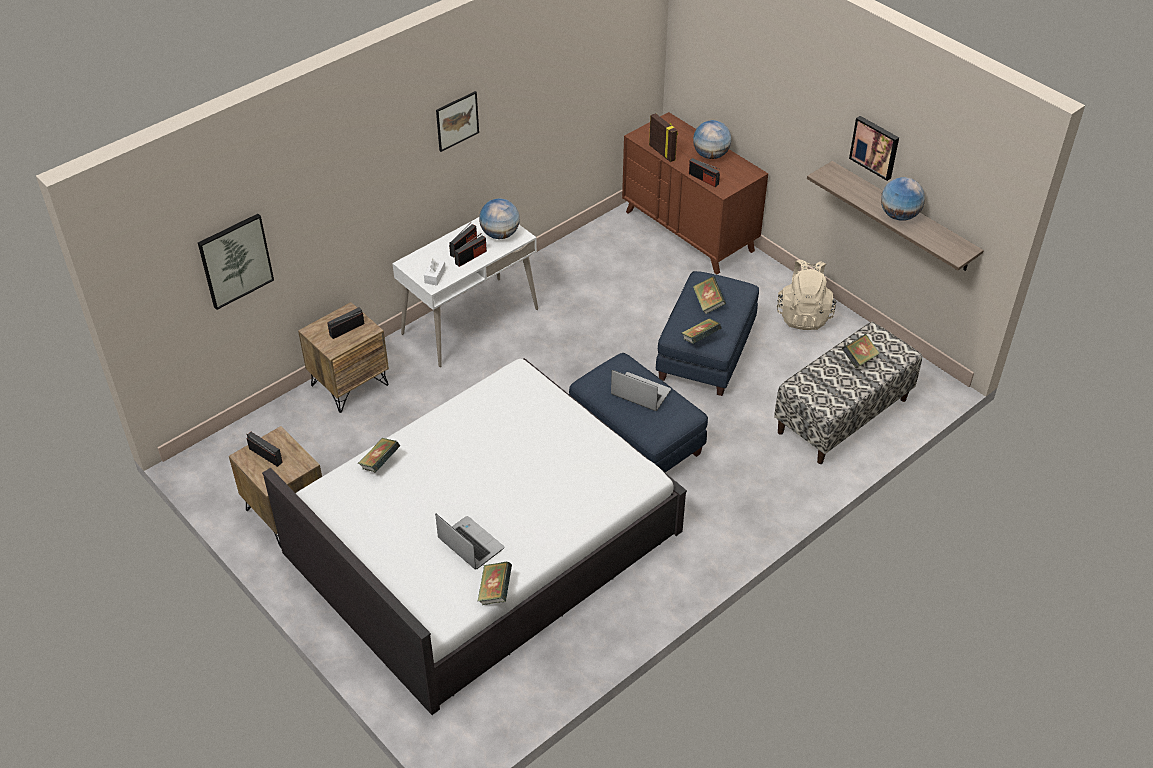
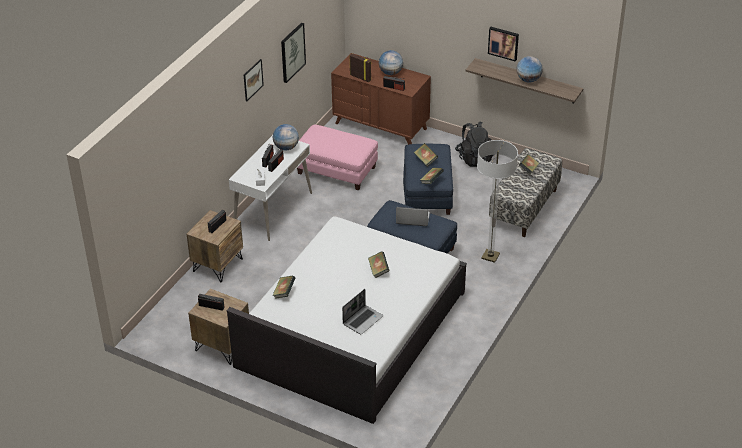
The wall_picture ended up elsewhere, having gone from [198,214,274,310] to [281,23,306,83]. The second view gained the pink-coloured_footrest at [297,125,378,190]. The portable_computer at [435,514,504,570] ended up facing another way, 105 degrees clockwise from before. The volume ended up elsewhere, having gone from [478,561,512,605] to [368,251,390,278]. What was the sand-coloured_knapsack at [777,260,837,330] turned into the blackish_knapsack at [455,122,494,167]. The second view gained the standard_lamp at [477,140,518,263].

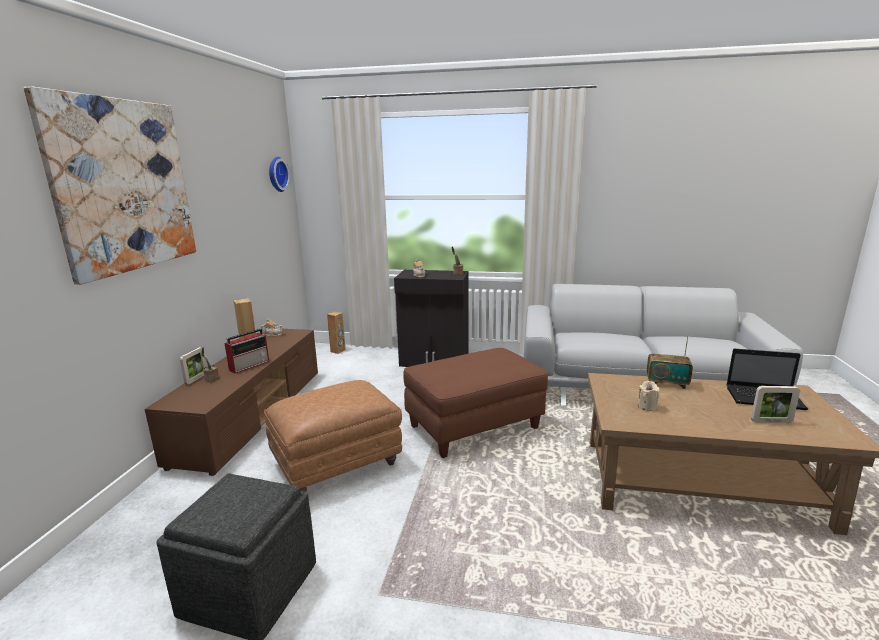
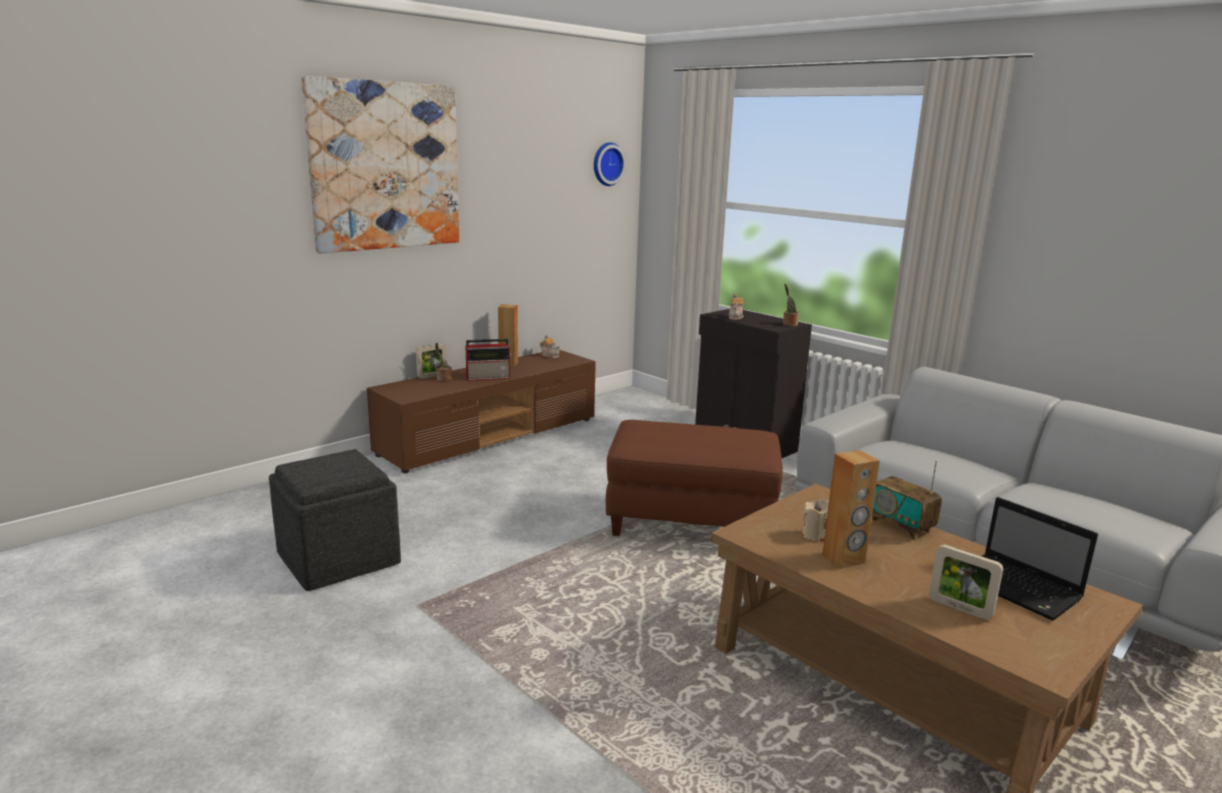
The brownish_speaker ended up elsewhere, having gone from [327,312,346,354] to [822,450,880,569]. The second view lost the brownish_footrest at [264,380,402,492].

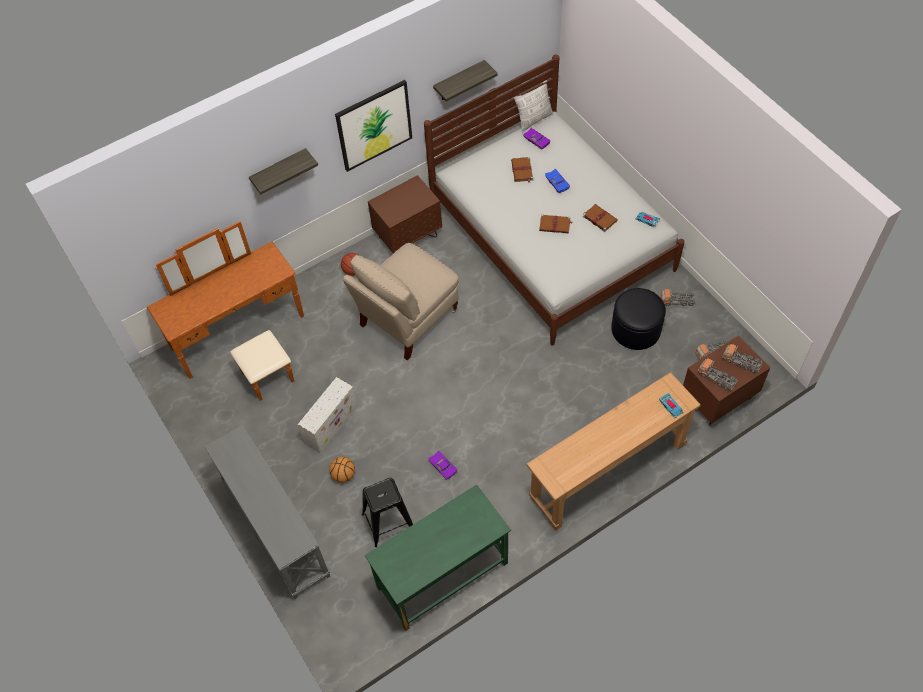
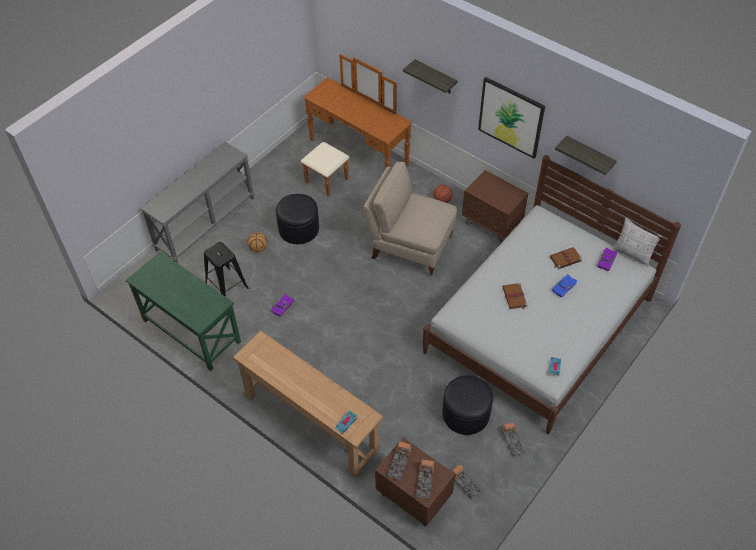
Where the white_storage_container stood at [298,377,358,453], the blackish_footrest came to stand at [276,194,319,244]. The second view lost the brownish_volume at [583,204,618,232].

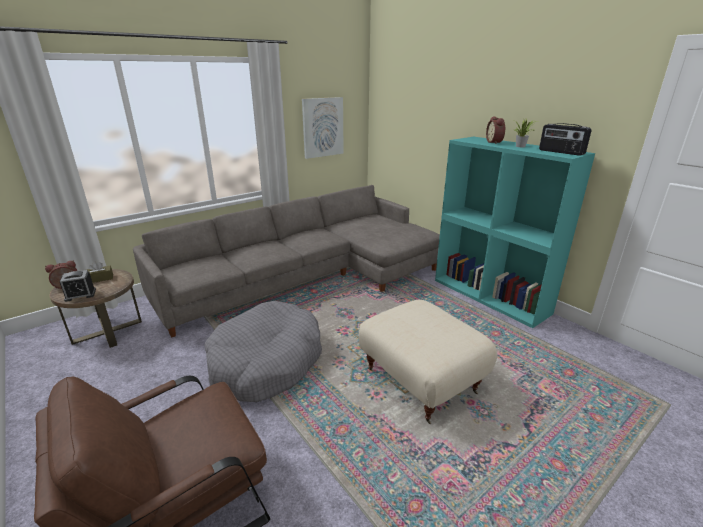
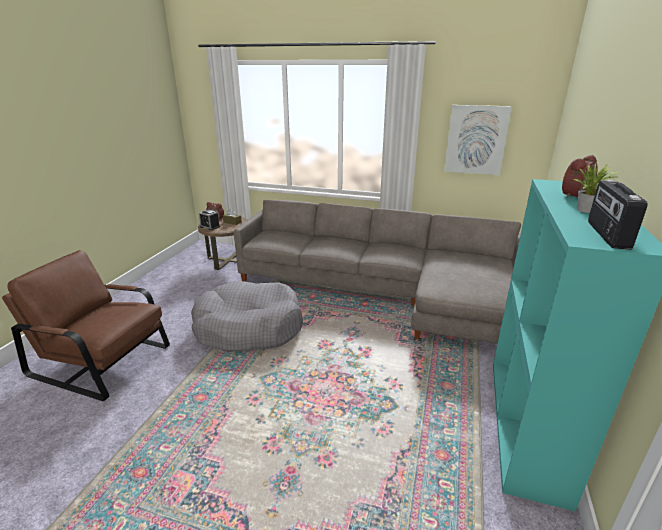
The second view lost the sand-coloured_footrest at [359,300,497,424].

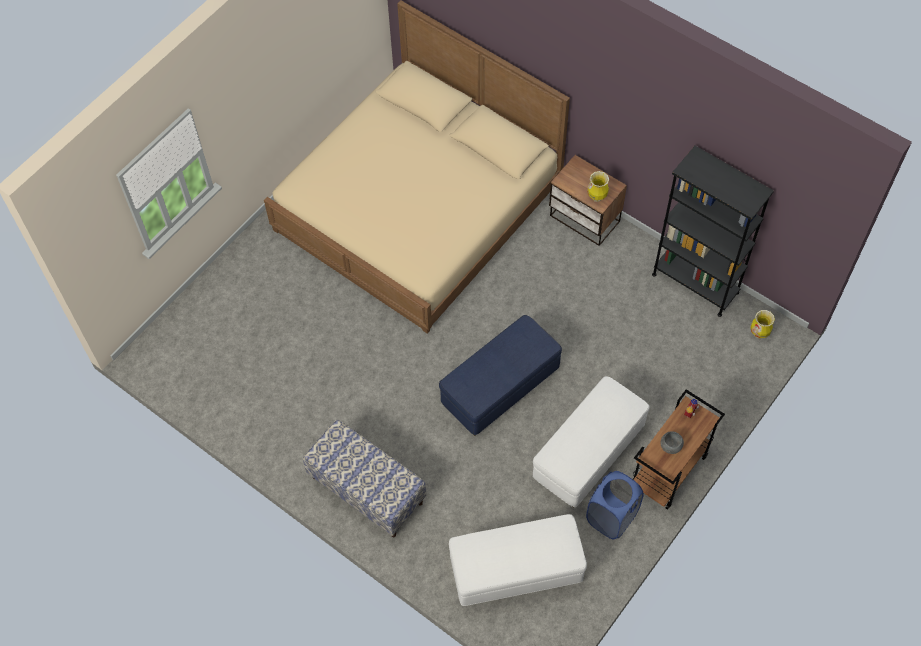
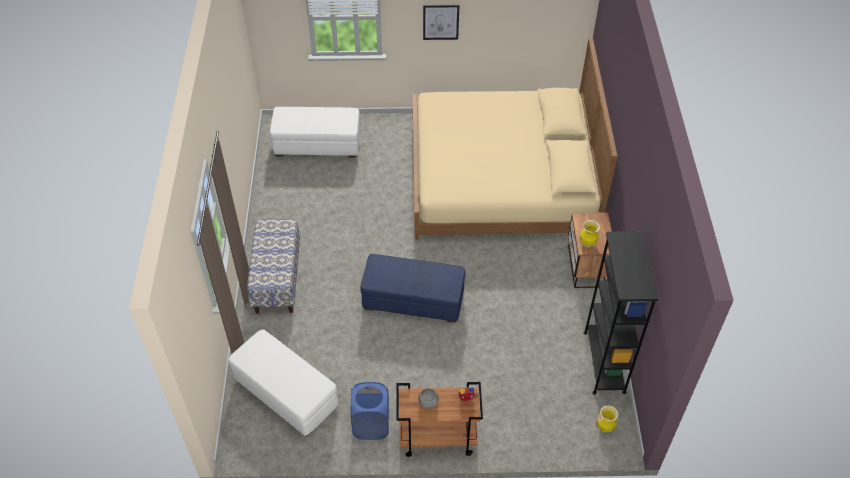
The white_footrest ended up elsewhere, having gone from [533,376,650,508] to [270,107,360,158]. The second view gained the wall_picture at [423,4,459,40].

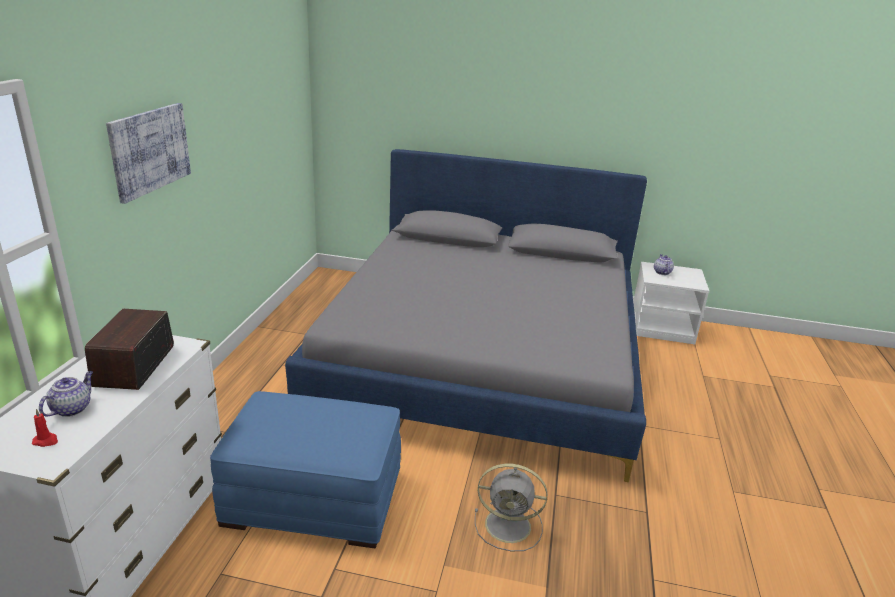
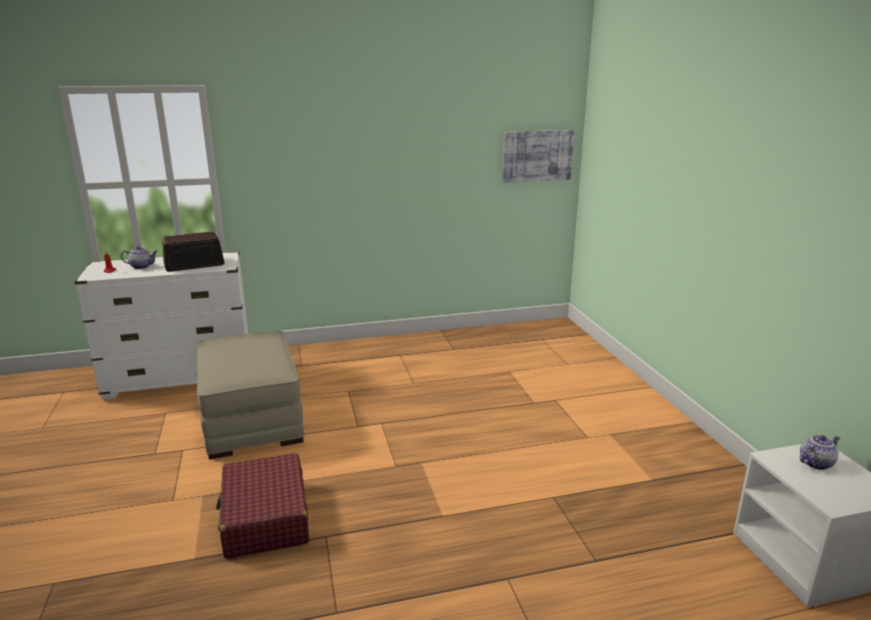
What was the blue-coloured_footrest at [210,391,401,549] turned into the sand-coloured_footrest at [196,331,304,460]. Where the greyish_fan stood at [475,464,547,551], the red-coloured_piece_of_luggage came to stand at [216,453,309,559]. The wall_picture ended up elsewhere, having gone from [106,103,191,204] to [502,130,575,183]. The second view lost the greyish_bedroom_bed at [285,149,647,482].

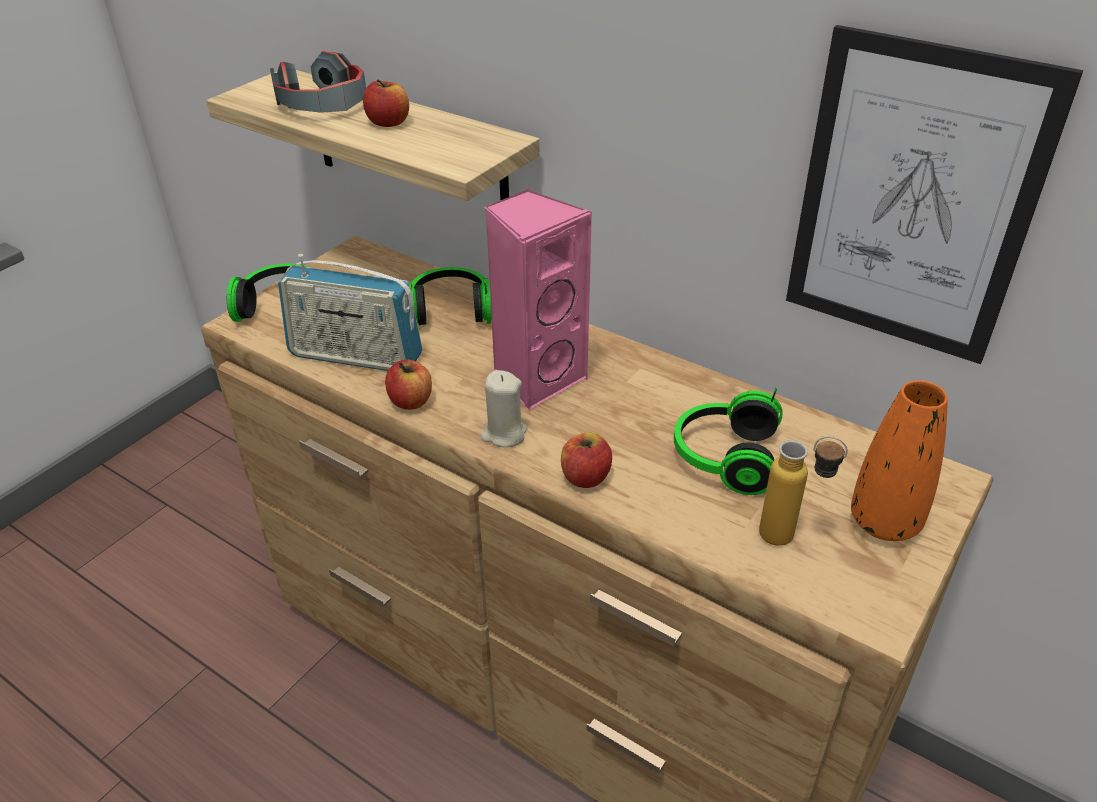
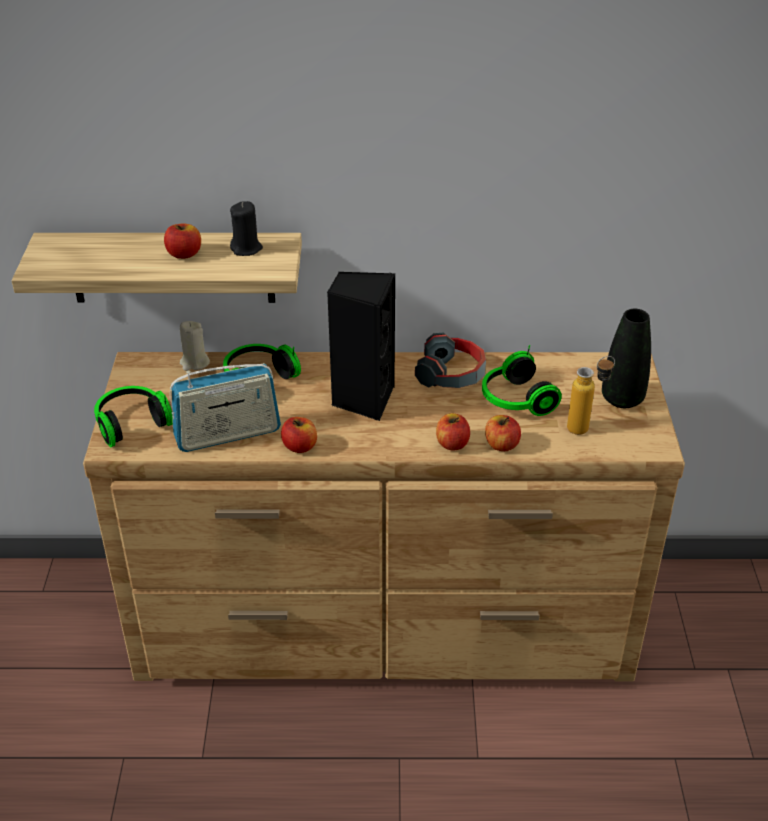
The sand-coloured_wax_light ended up elsewhere, having gone from [481,370,527,447] to [180,321,210,371]. The second view gained the blackish_wax_light at [230,201,263,256]. What was the pink-coloured_speaker at [485,189,592,410] turned into the blackish_speaker at [327,271,395,421]. The headphones ended up elsewhere, having gone from [270,51,366,113] to [415,333,486,388]. The second view gained the apple_fruit at [485,415,521,451]. What was the orange_flower_vase at [851,381,948,541] turned into the blackish_flower_vase at [602,309,651,408]. The second view lost the wall_picture at [786,25,1083,364].

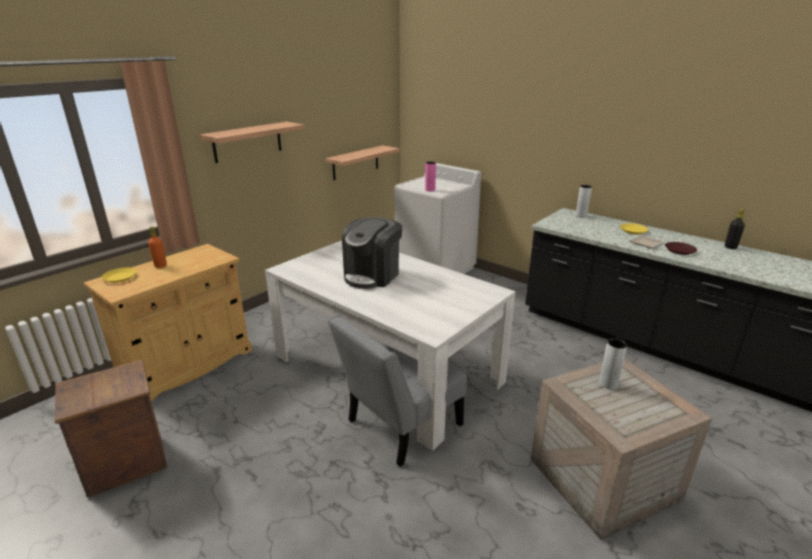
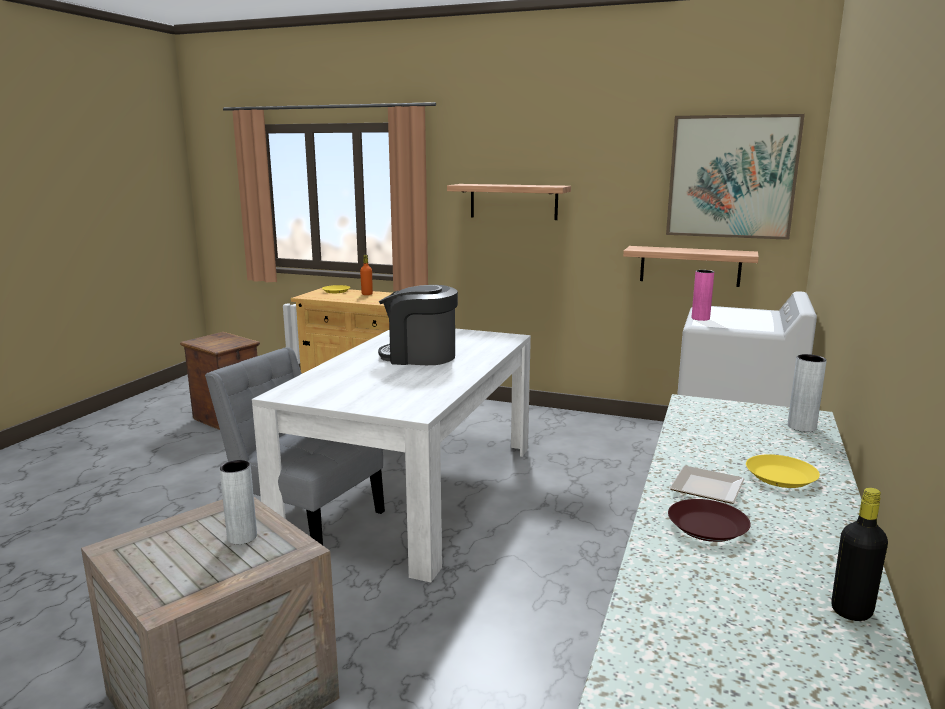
The second view gained the wall_picture at [666,114,805,240].

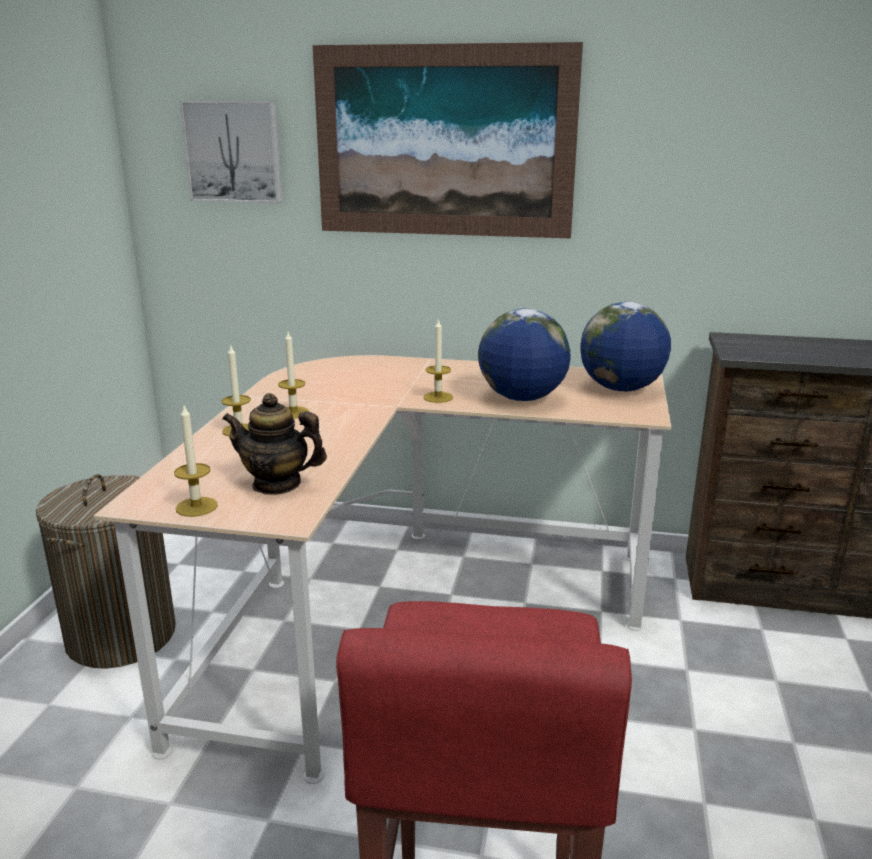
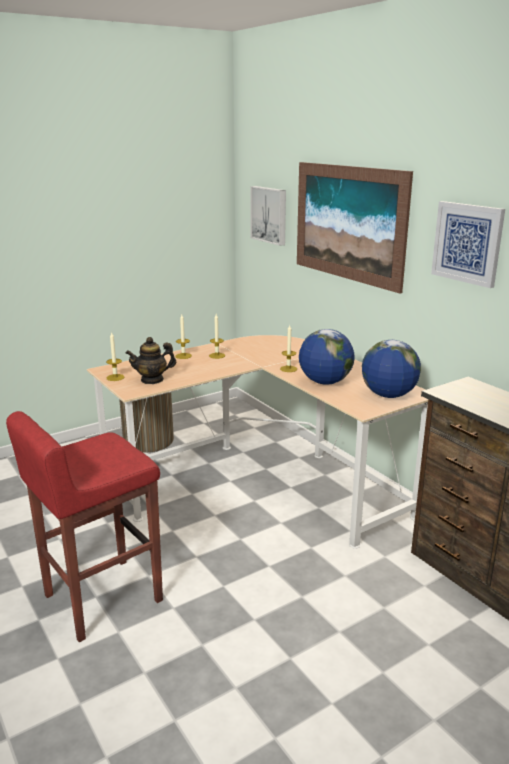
The teapot at [222,393,327,495] ended up facing another way, 75 degrees counterclockwise from before. The second view gained the wall_picture at [431,201,505,288].

